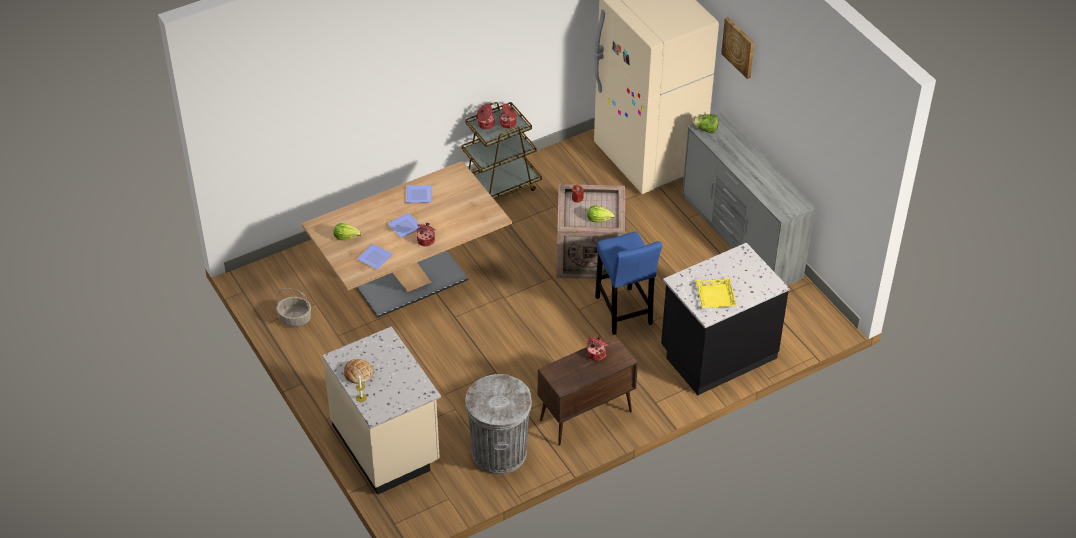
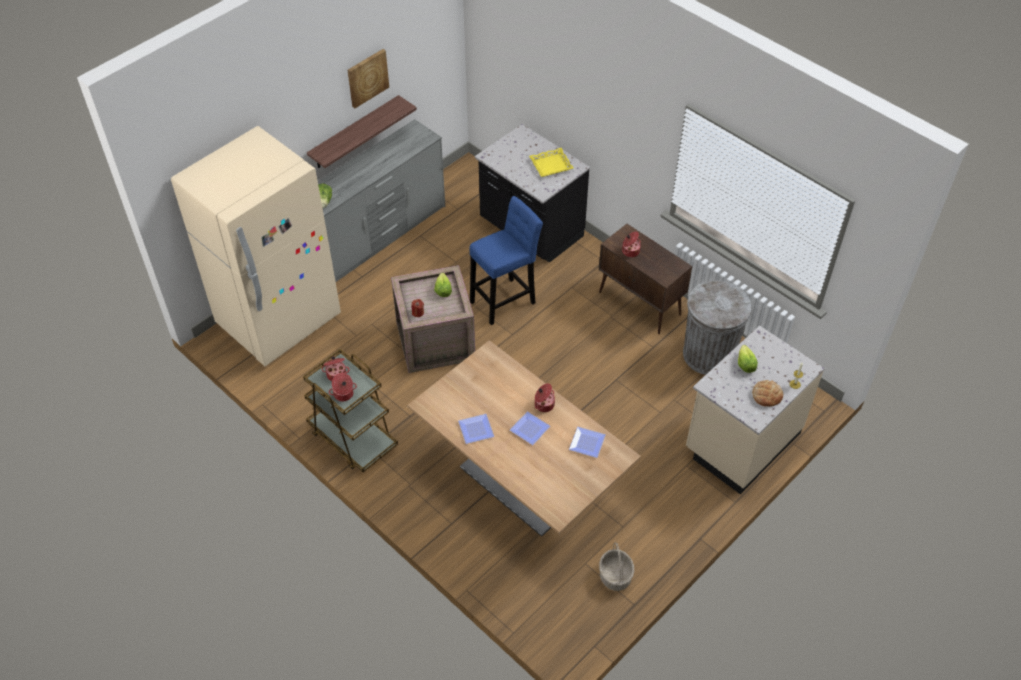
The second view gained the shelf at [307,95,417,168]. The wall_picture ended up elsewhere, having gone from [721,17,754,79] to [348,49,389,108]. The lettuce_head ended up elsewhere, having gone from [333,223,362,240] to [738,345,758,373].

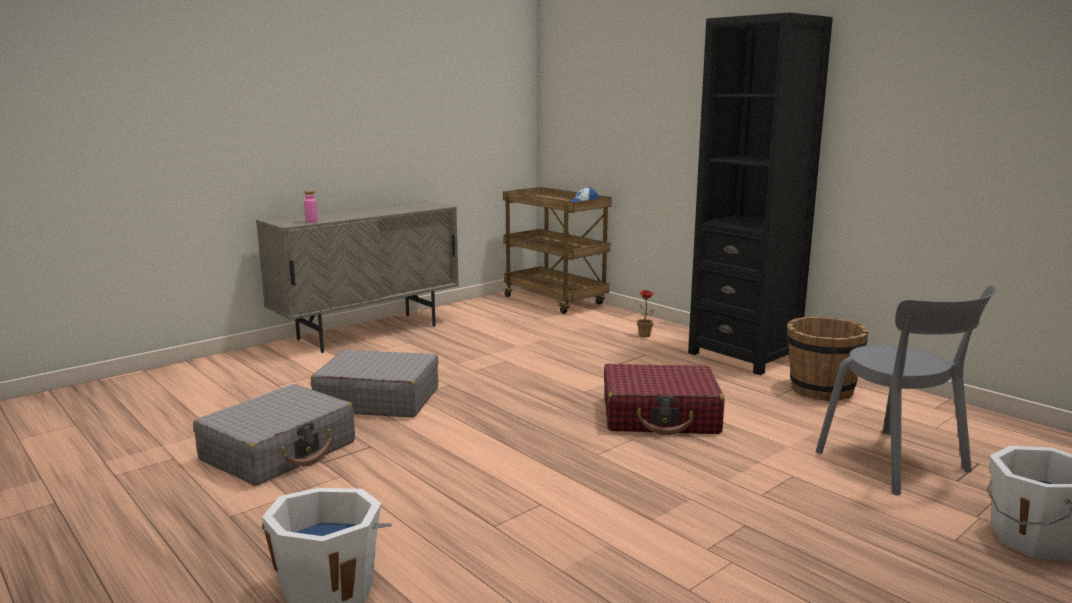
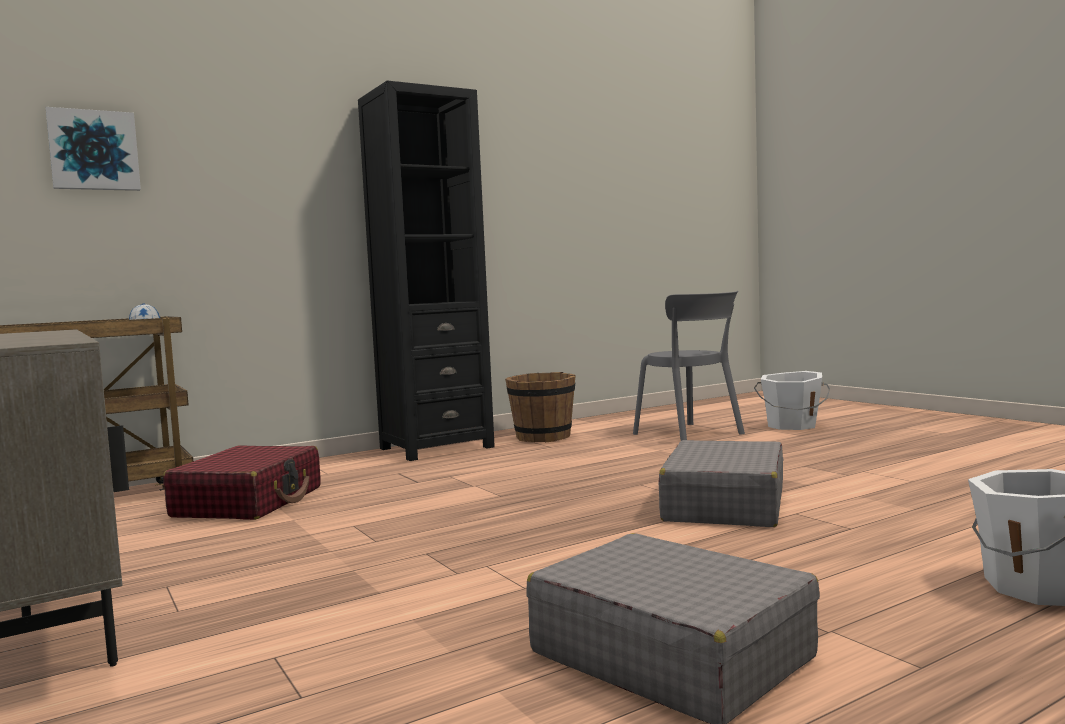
The second view gained the wall_picture at [45,107,141,191]. The red-coloured_piece_of_luggage ended up elsewhere, having gone from [604,364,725,435] to [163,445,320,520]. The greyish_upright_chair at [816,285,996,496] ended up facing another way, 75 degrees clockwise from before. The greyish_piece_of_luggage ended up elsewhere, having gone from [311,350,439,417] to [659,440,784,527]. The second view lost the pink-coloured_drink_bottle at [304,190,318,223]. The second view lost the houseplant at [636,290,656,337].

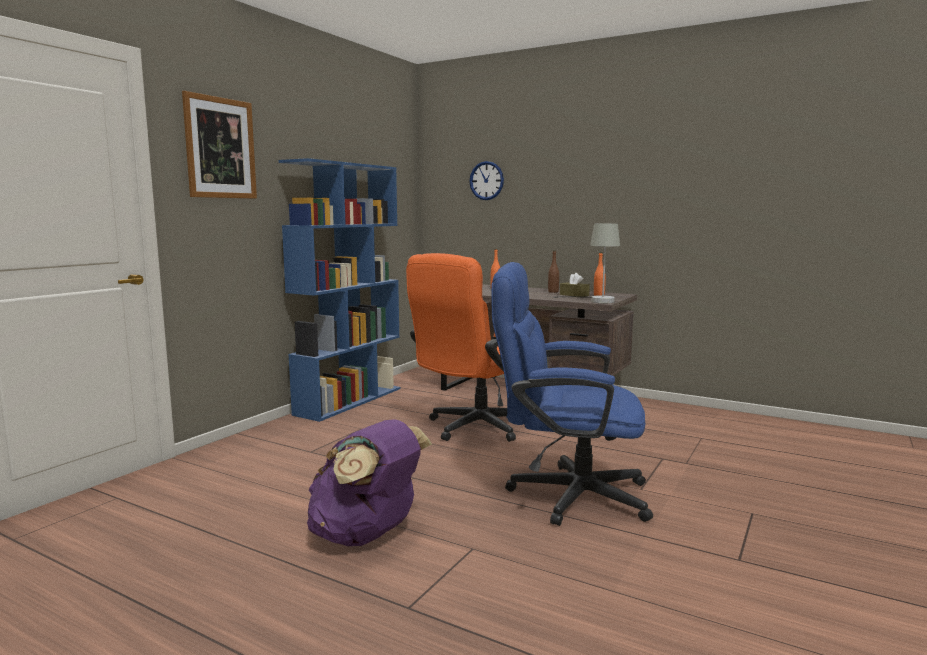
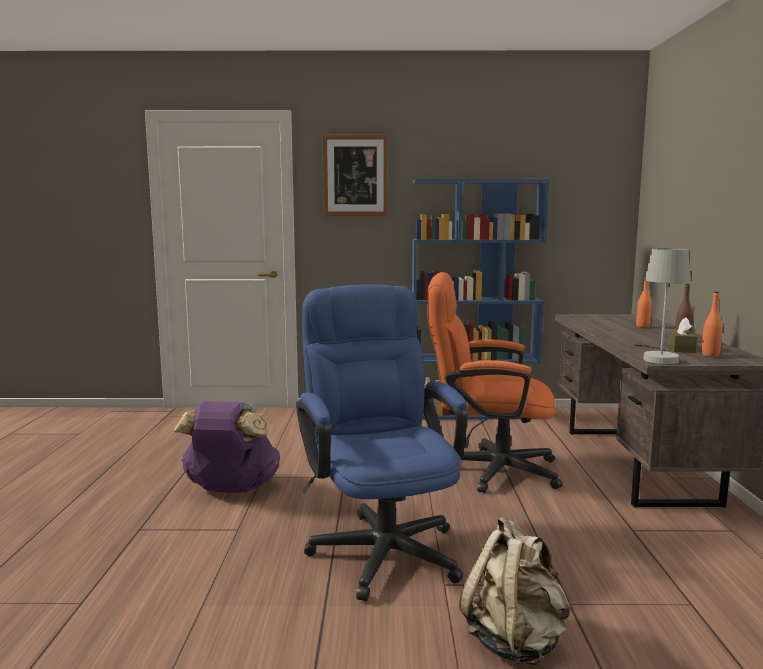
The second view gained the sand-coloured_knapsack at [459,516,570,665]. The second view lost the hanging_clock at [469,161,504,200].

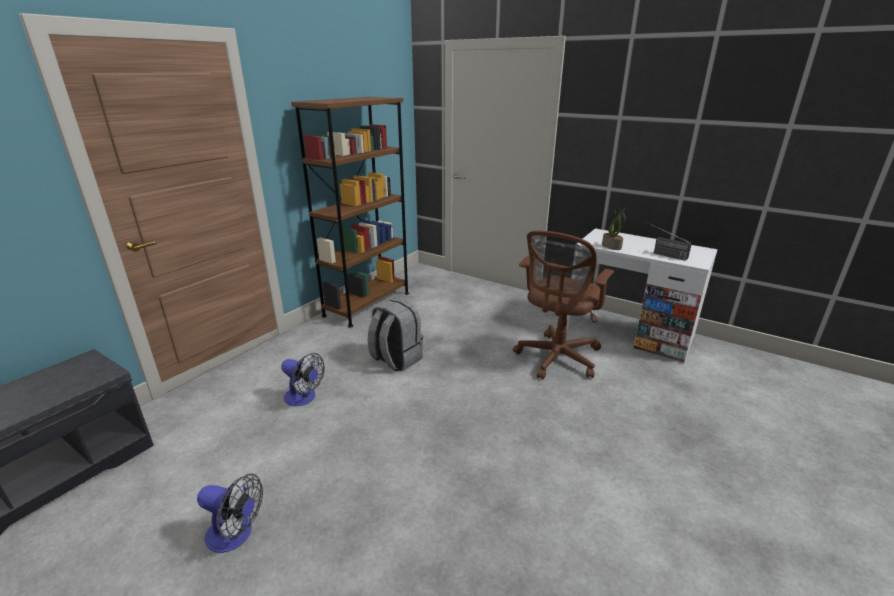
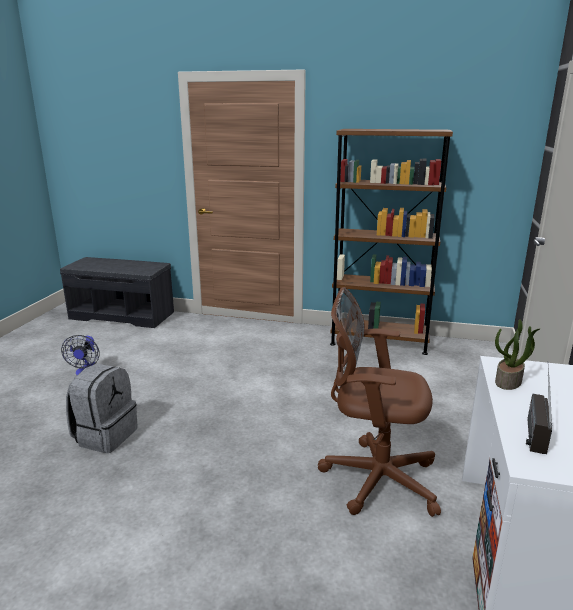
The greyish_knapsack ended up elsewhere, having gone from [368,299,423,372] to [66,364,138,453]. The second view lost the fan at [281,353,325,406].

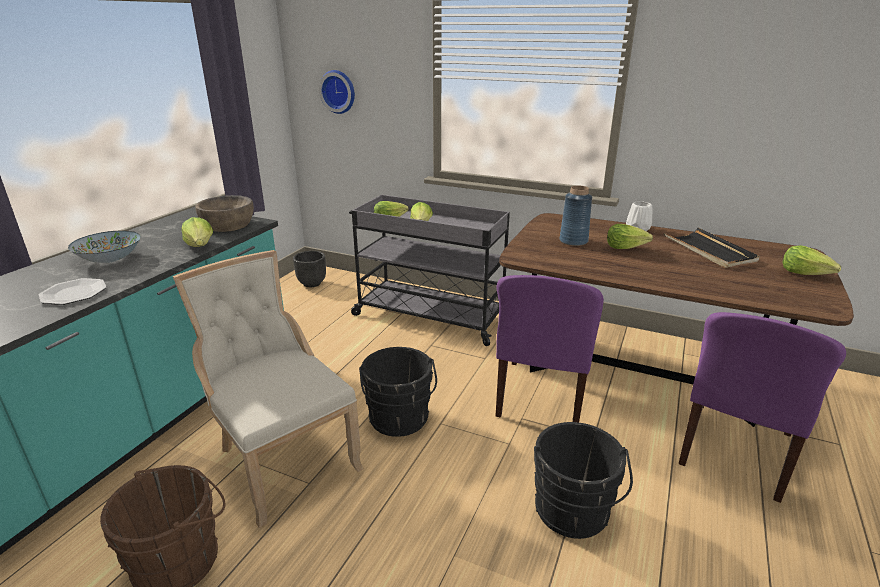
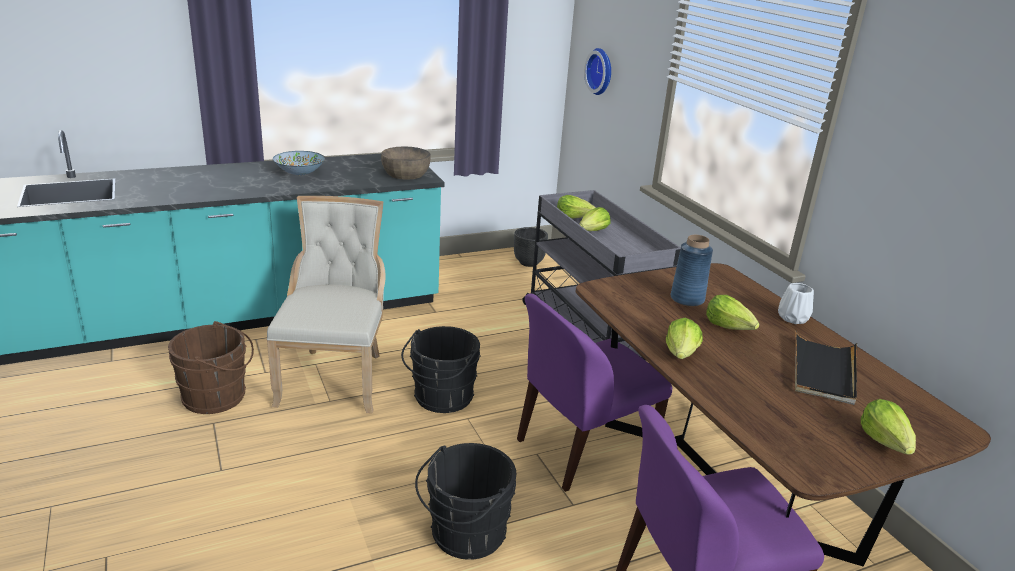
The lettuce_head ended up elsewhere, having gone from [181,217,213,247] to [666,318,703,359]. The second view lost the plate at [39,278,107,305].

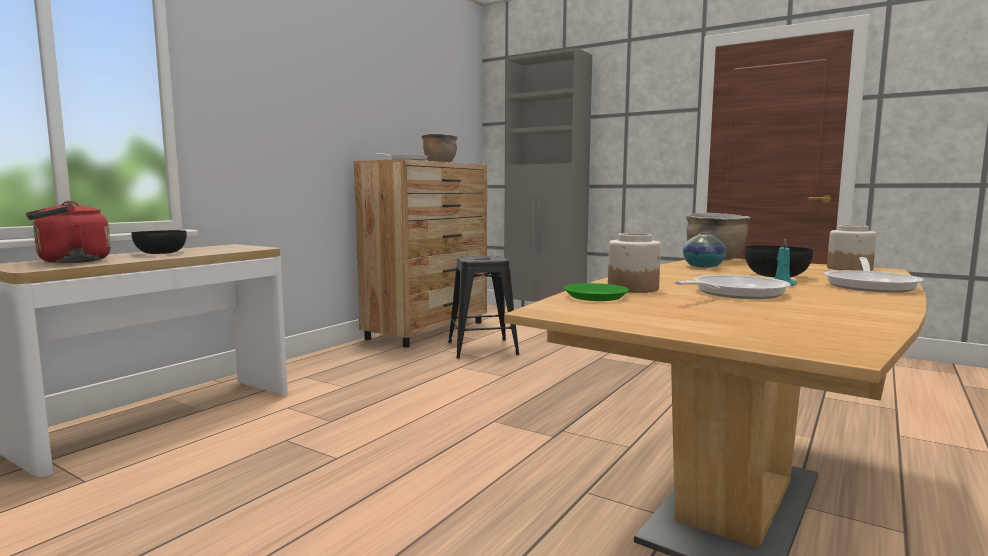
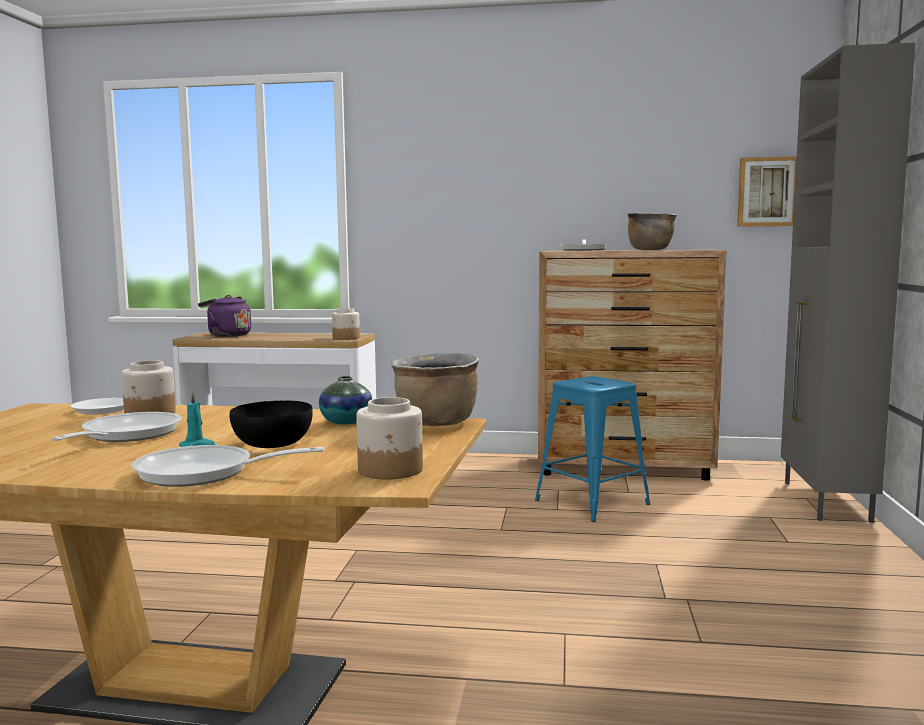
The skillet at [675,275,791,299] ended up facing another way, 105 degrees counterclockwise from before. What was the green-coloured_plate at [564,283,629,301] turned into the white_plate at [71,398,124,415]. What was the red-coloured_kettle at [25,201,111,263] turned into the purple_kettle at [198,295,251,337]. The second view gained the storage_jar at [332,308,360,340]. What was the blackish_sitting_stool at [448,256,519,359] turned into the blue-coloured_sitting_stool at [535,376,650,522]. The second view gained the wall_picture at [737,156,797,227]. The second view lost the blackish_bowl at [131,230,187,254].

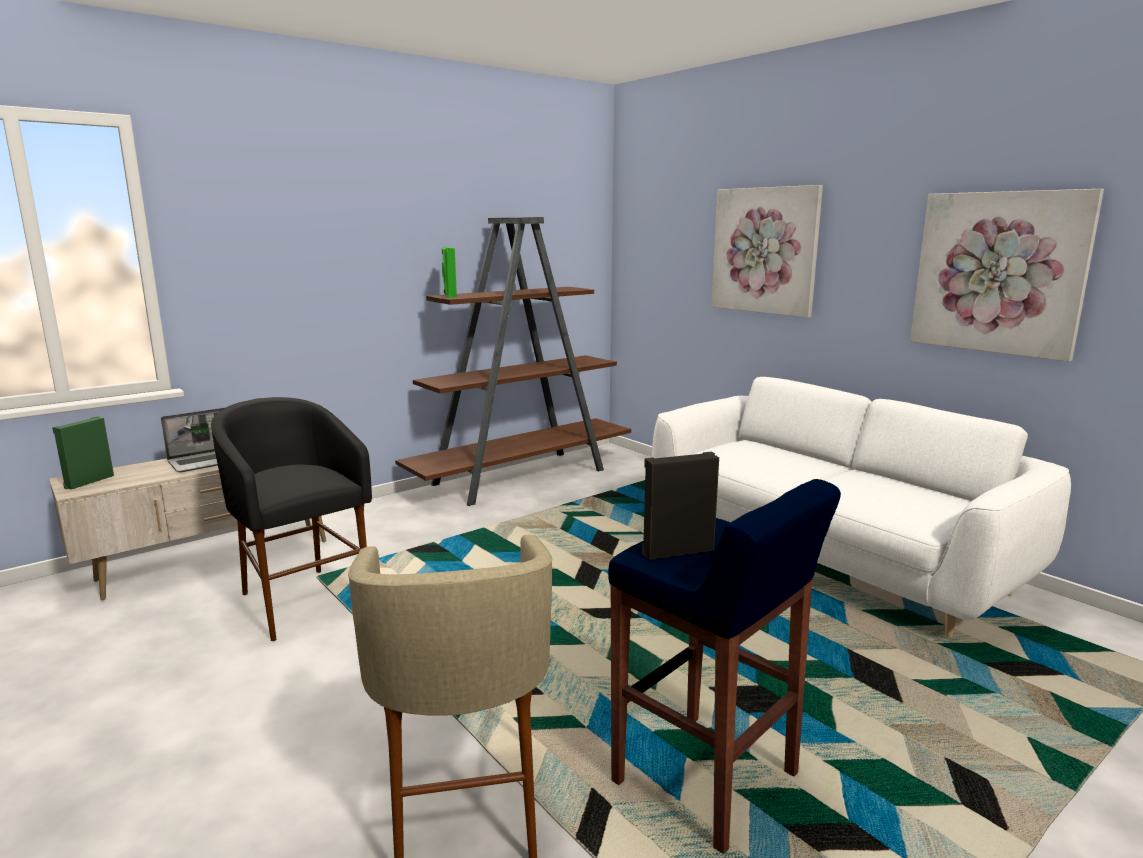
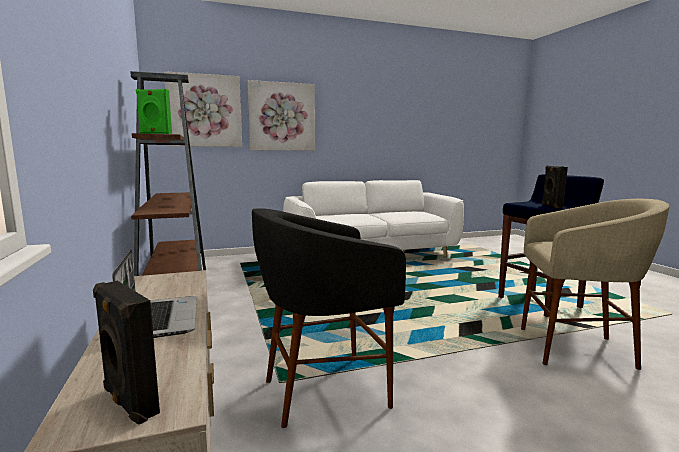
What was the green-coloured_speaker at [52,416,114,489] turned into the blackish_speaker at [93,281,160,425]. The wall_picture ended up elsewhere, having gone from [910,189,1104,362] to [164,71,242,147].

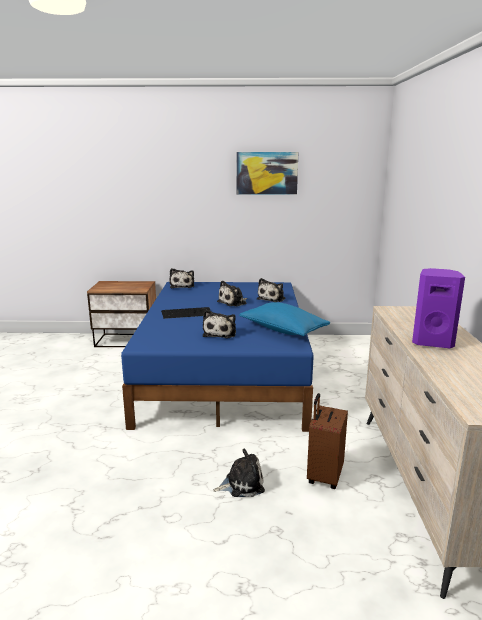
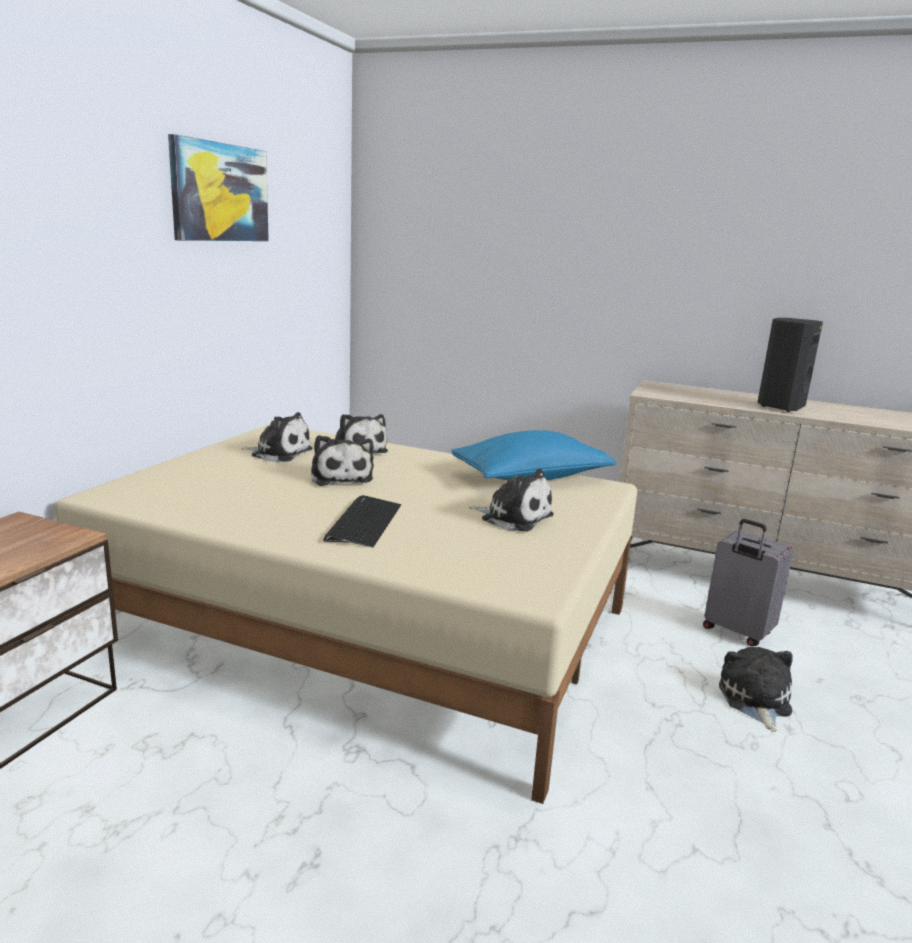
What was the blue-coloured_bedroom_bed at [121,282,314,432] turned into the sand-coloured_bedroom_bed at [55,424,637,804]. The plush_toy ended up elsewhere, having gone from [169,268,194,288] to [241,412,312,462]. What was the brownish_piece_of_luggage at [307,393,348,489] turned into the greyish_piece_of_luggage at [703,519,793,646]. What was the purple_speaker at [412,268,465,348] turned into the blackish_speaker at [757,318,823,412].

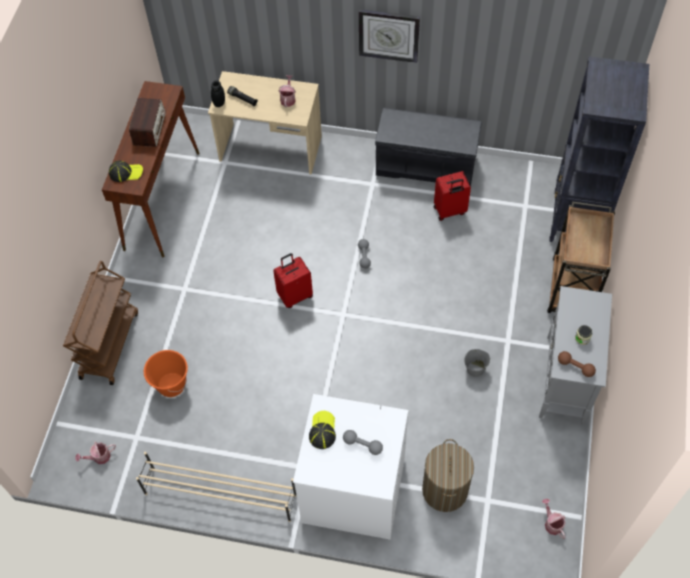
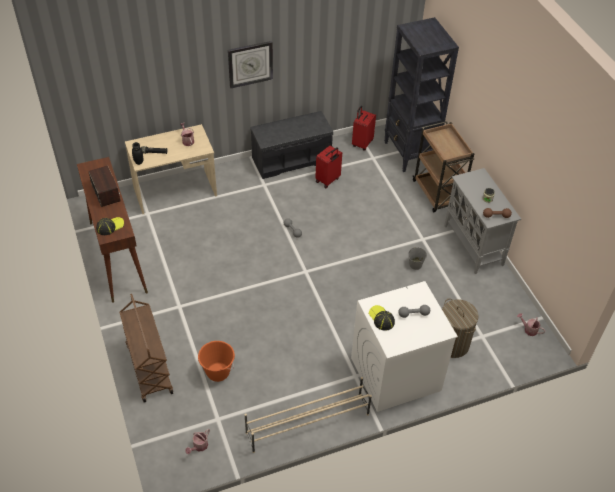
The red-coloured_piece_of_luggage ended up elsewhere, having gone from [273,253,313,308] to [352,106,376,151].

